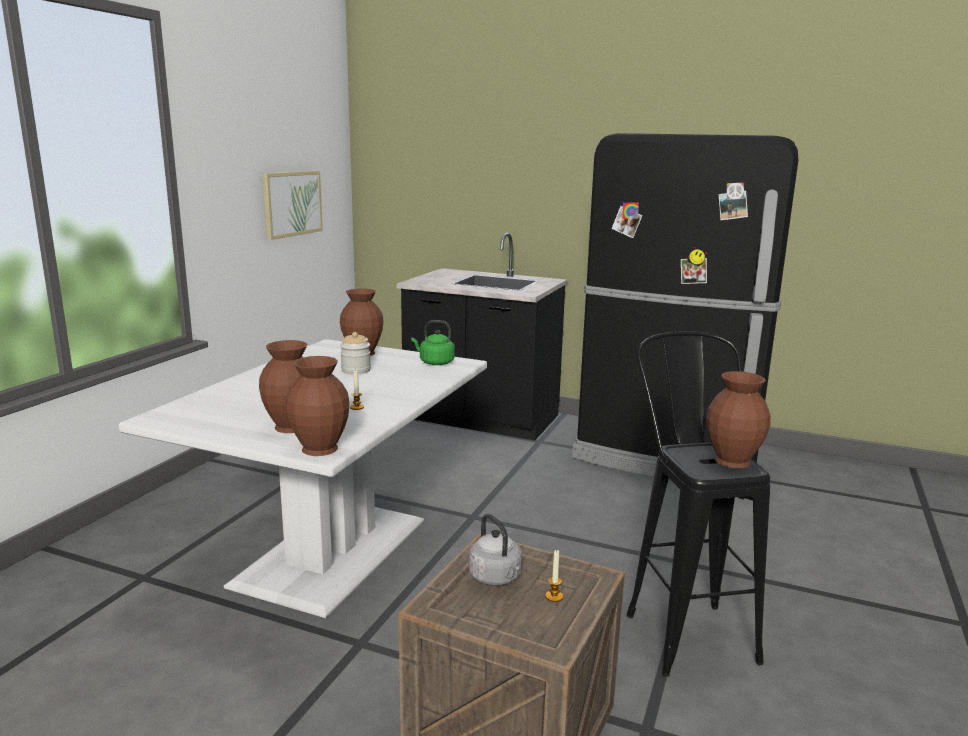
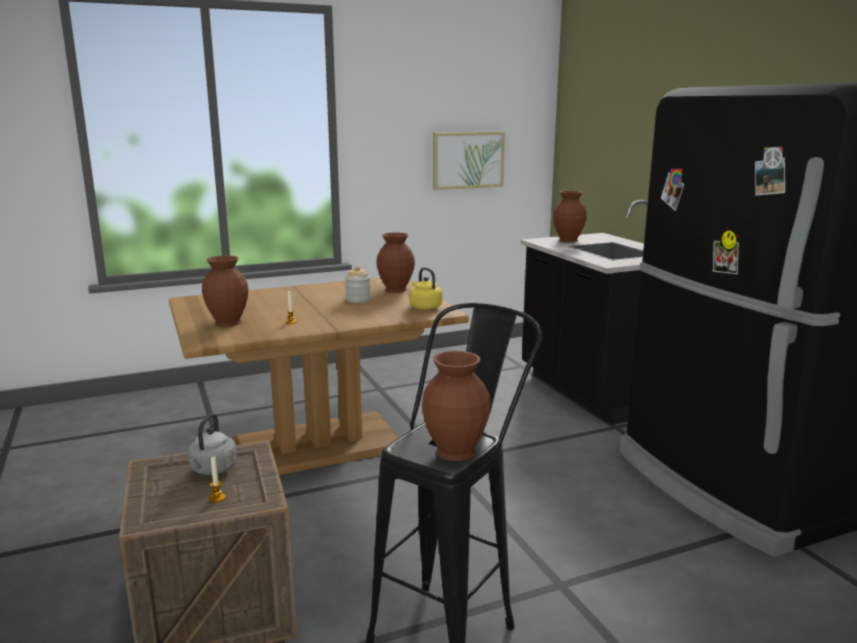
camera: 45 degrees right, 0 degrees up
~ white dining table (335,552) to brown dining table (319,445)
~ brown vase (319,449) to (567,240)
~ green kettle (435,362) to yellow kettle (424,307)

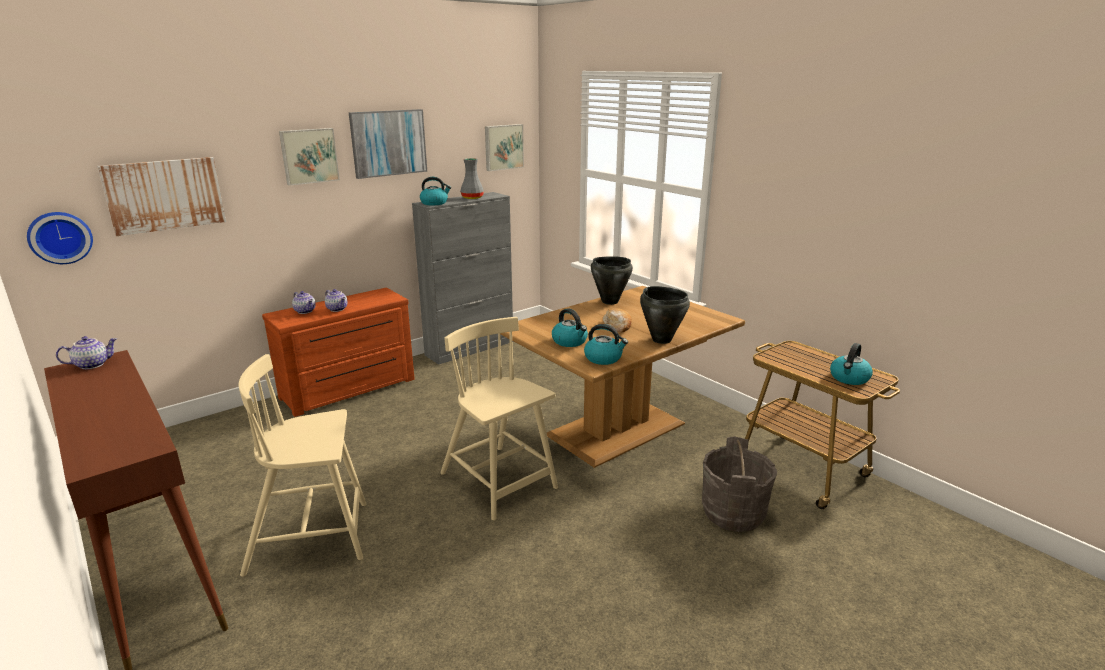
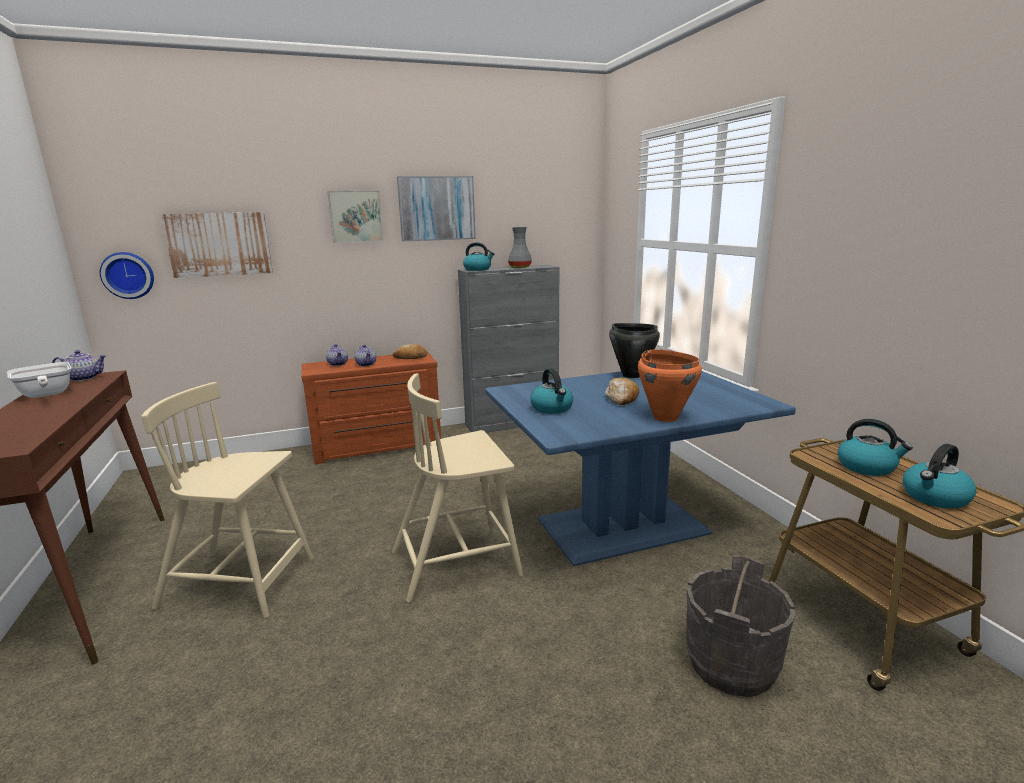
camera: 20 degrees right, 5 degrees down
~ beige chair (499,482) = (458,562) 90 degrees counterclockwise
- picture (503,147)
~ brown dining table (617,430) to blue dining table (624,527)
~ kettle (604,358) to (867,467)
~ black cooking pot (661,340) to orange cooking pot (665,417)
+ frying pan (46,395)
+ bread (411,357)

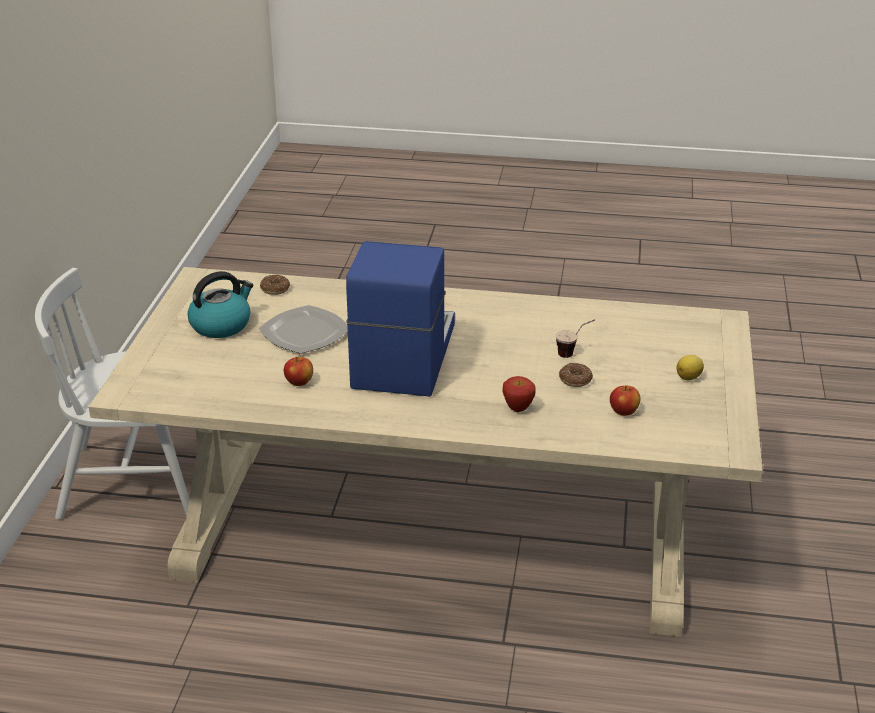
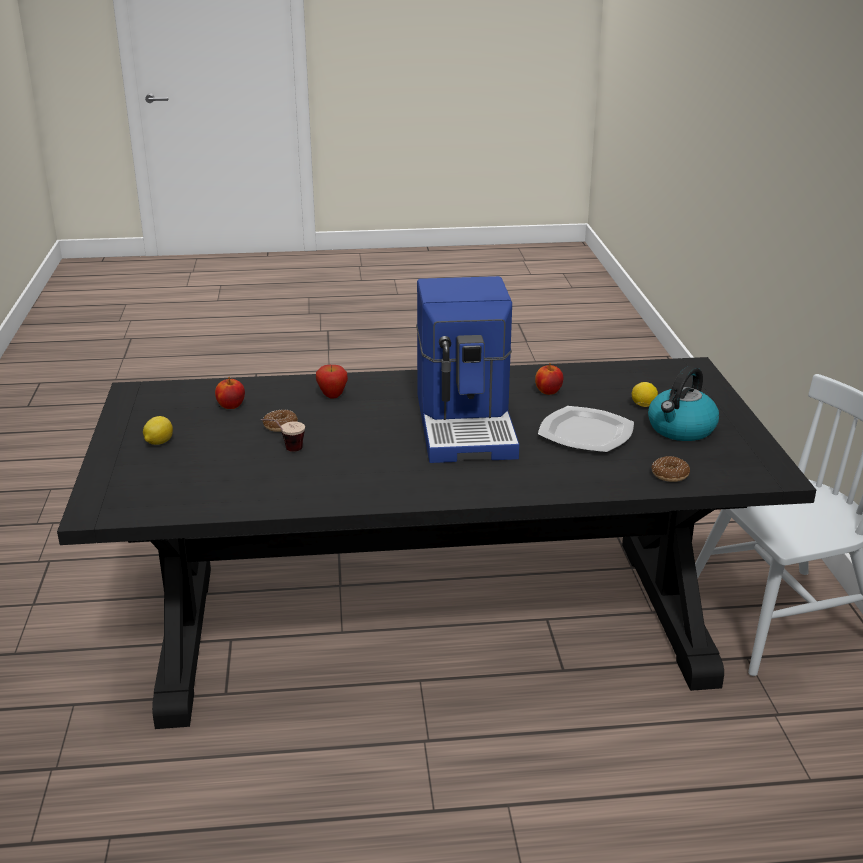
camera: 165 degrees right, 5 degrees down
~ beige dining table (435,529) to black dining table (432,623)
+ lemon (643,406)

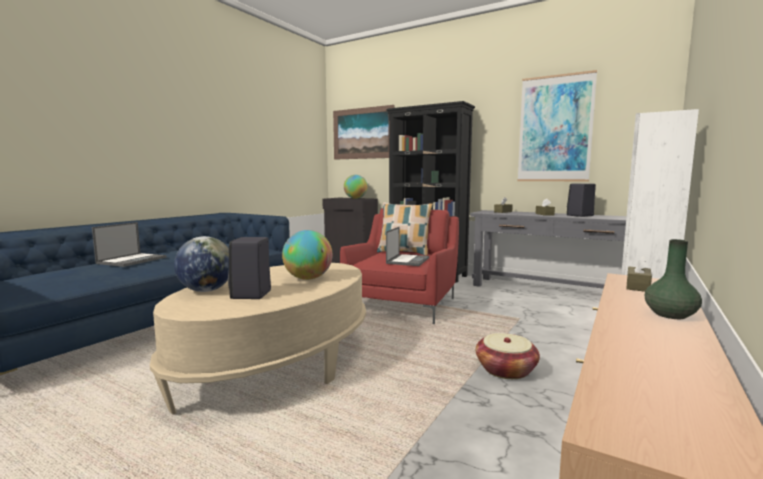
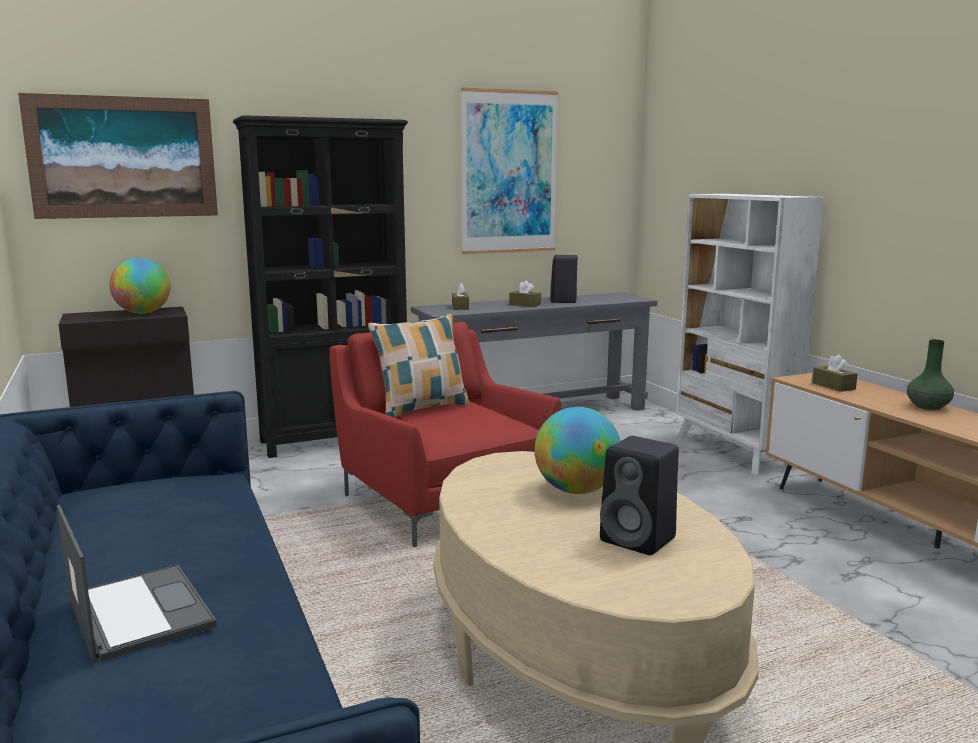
camera: 55 degrees left, 5 degrees up
- globe (206,290)
- laptop (408,260)
- basket (506,370)

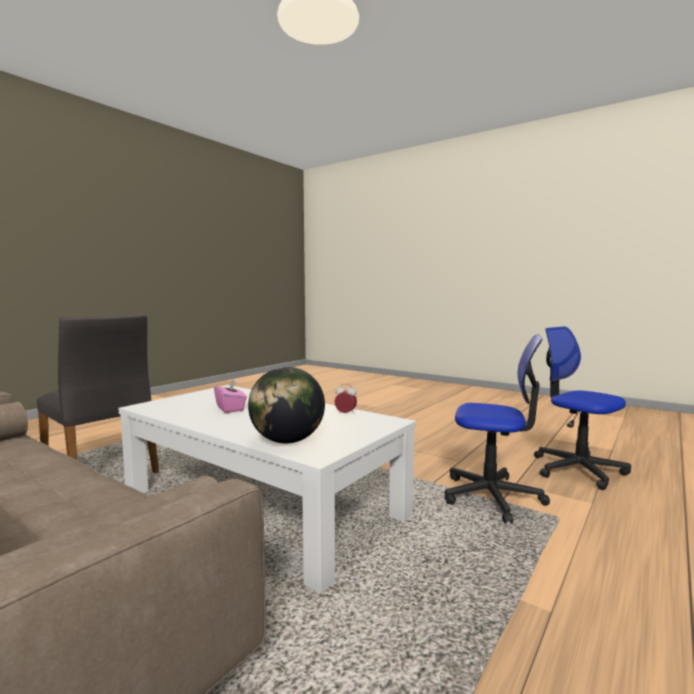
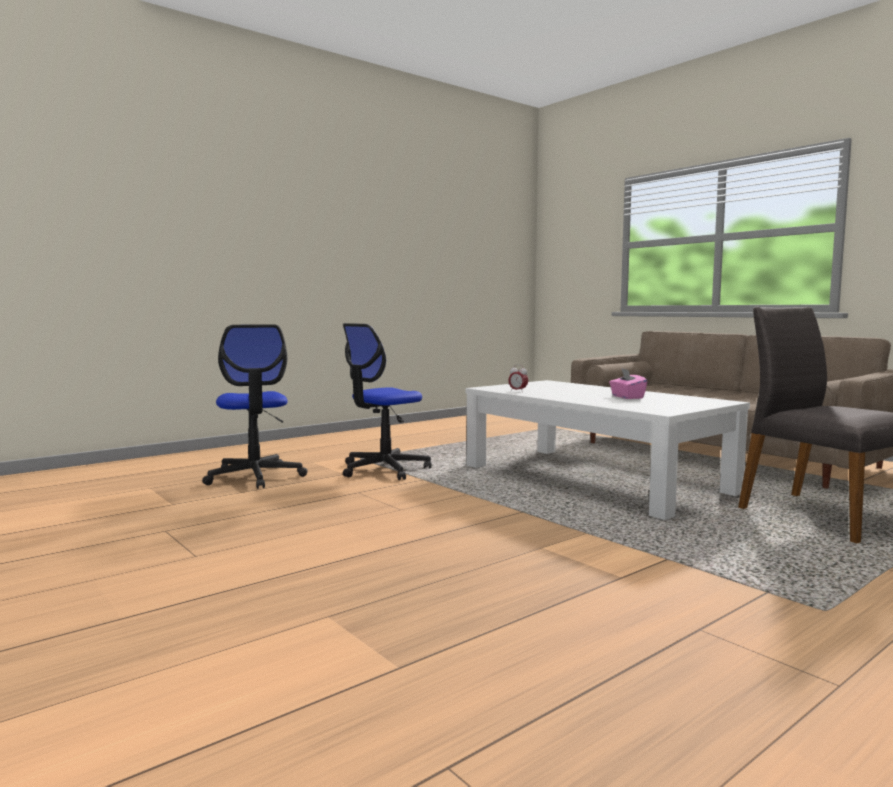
camera: 165 degrees left, 0 degrees up
- globe (287,441)
~ office chair (492,496) = (384,469) 75 degrees counterclockwise

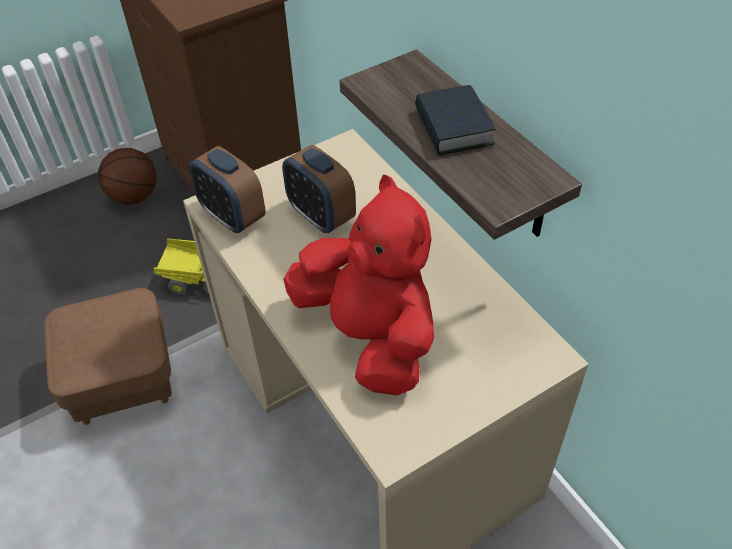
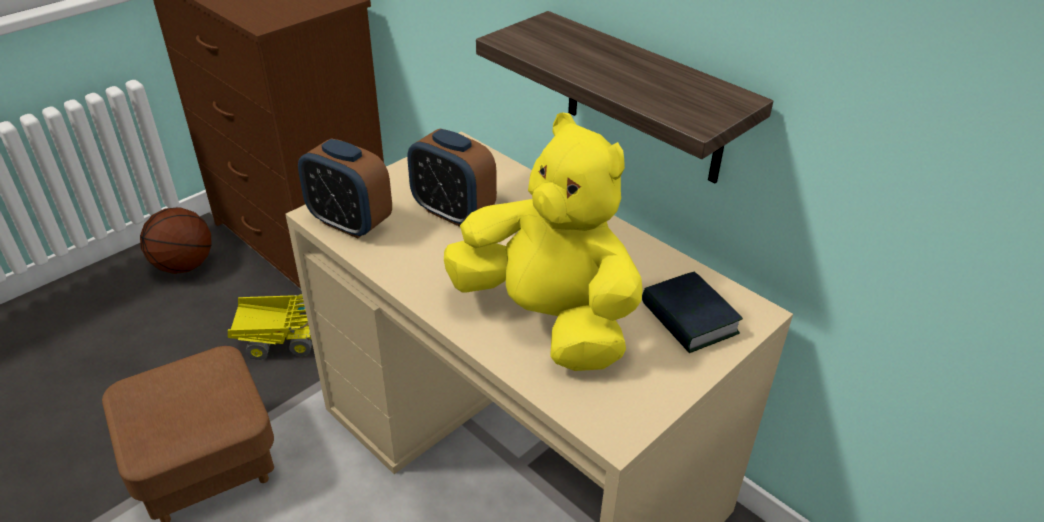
camera: 15 degrees left, 10 degrees down
~ red plush toy (370,336) to yellow plush toy (548,319)
~ book (453,127) to (689,319)

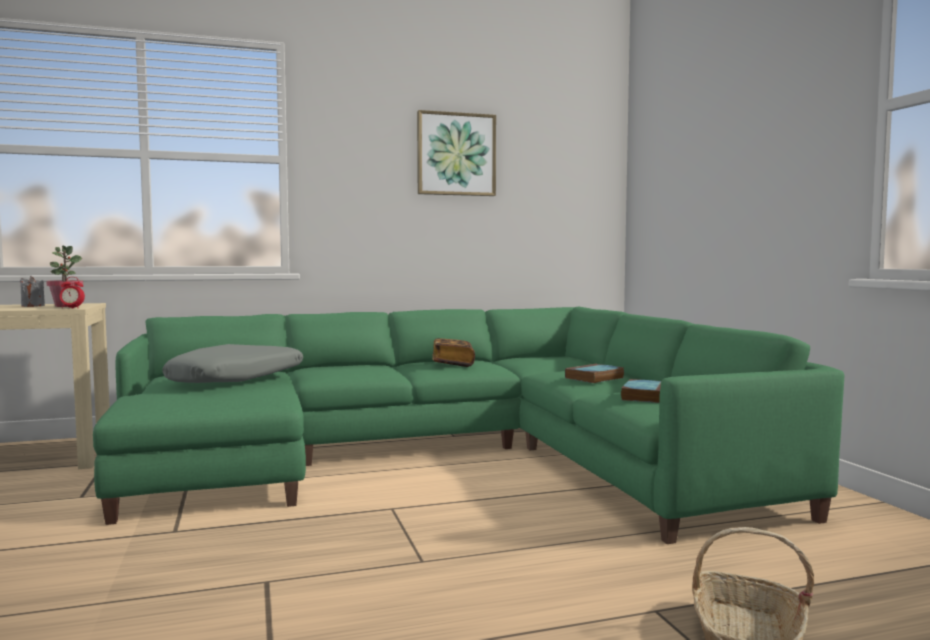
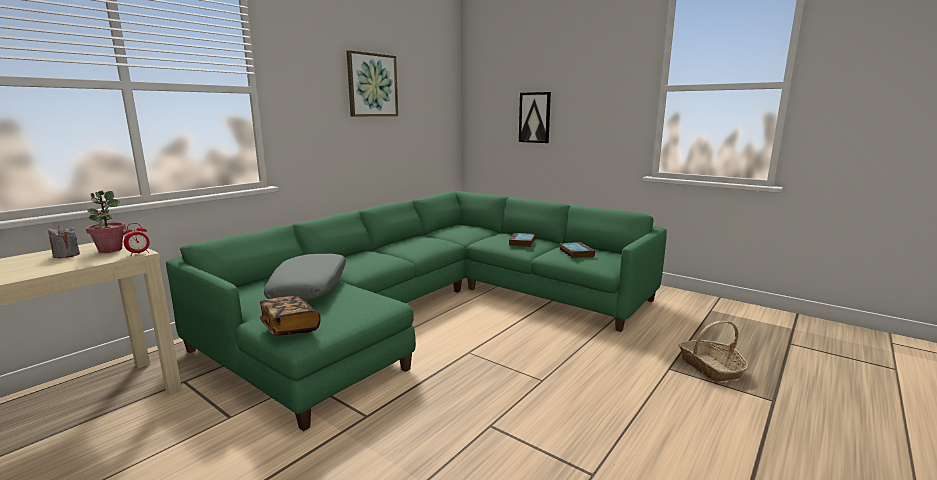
camera: 35 degrees left, 10 degrees up
~ book (453,364) to (290,327)
+ picture (535,117)

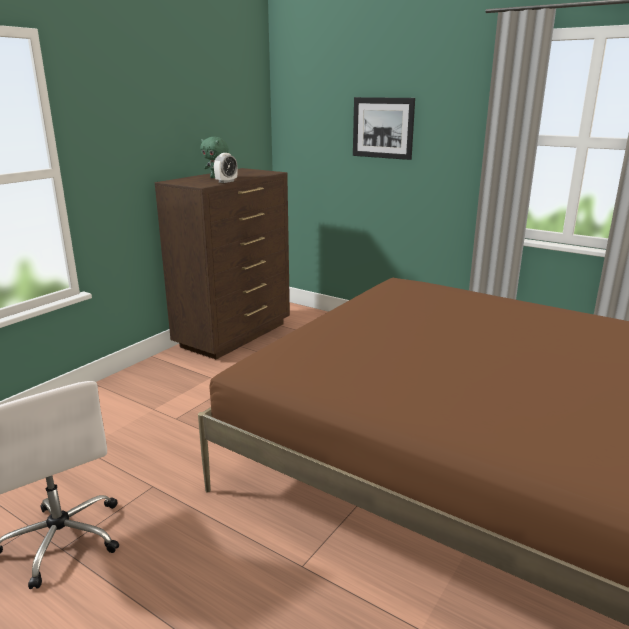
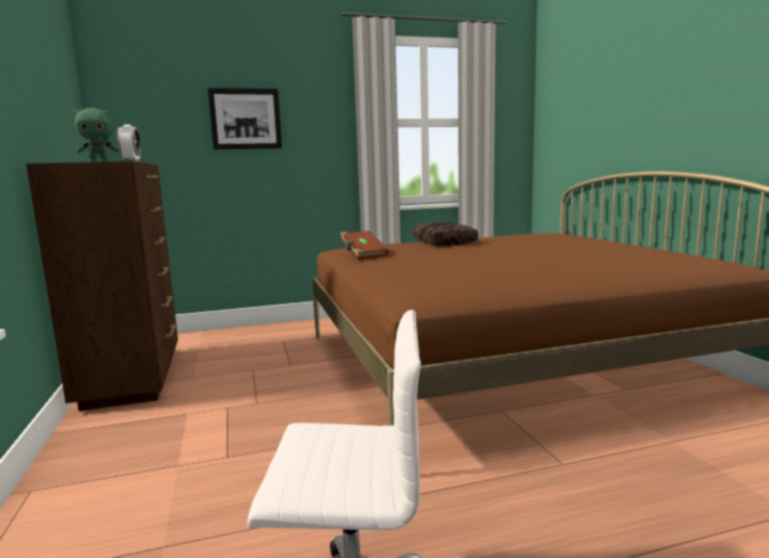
camera: 50 degrees left, 10 degrees down
+ brown book (363,255)
+ brown pillow (444,242)

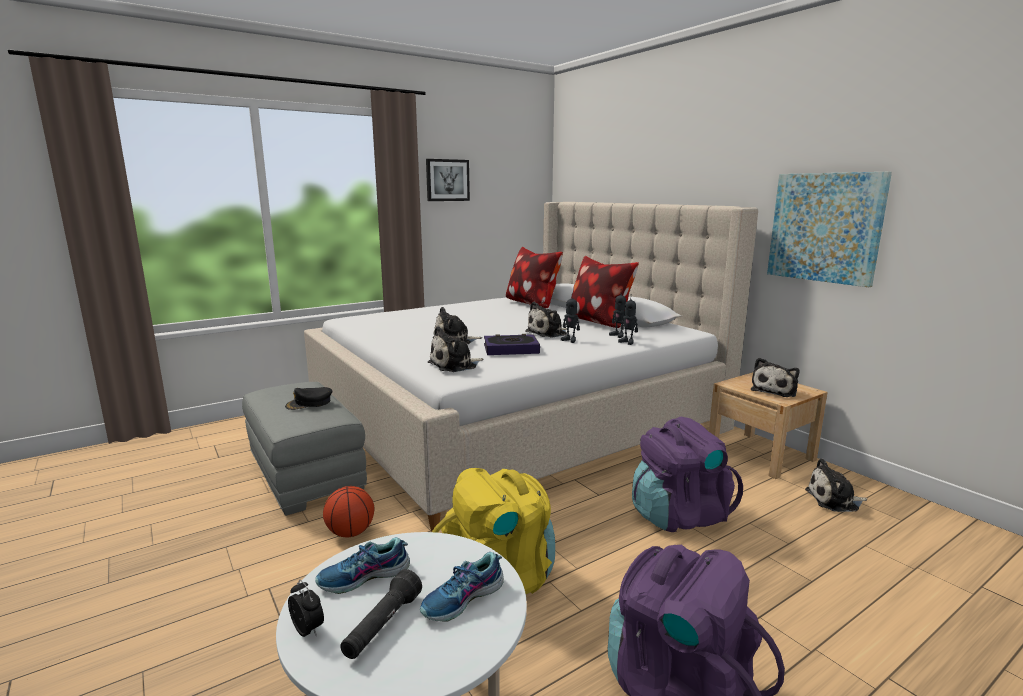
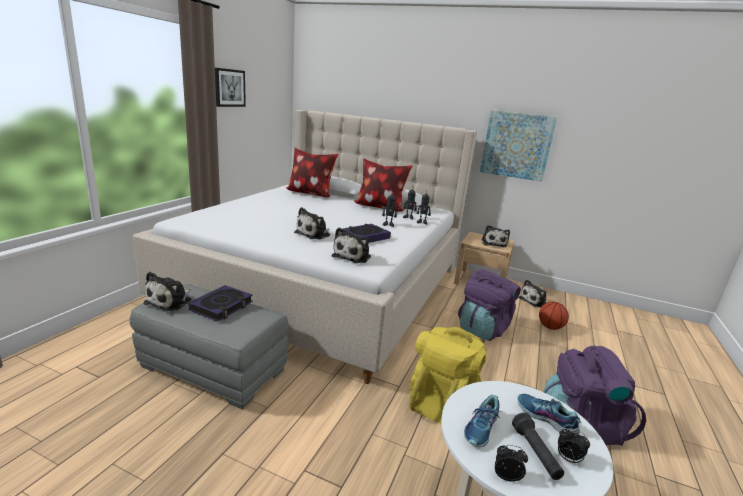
camera: 35 degrees left, 5 degrees up
~ black cap (309,403) to book (222,306)
~ basketball (350,533) to (550,327)
~ shoe (463,599) = (545,418) 120 degrees clockwise
~ plush toy (548,333) to (171,301)
+ alarm clock (567,459)

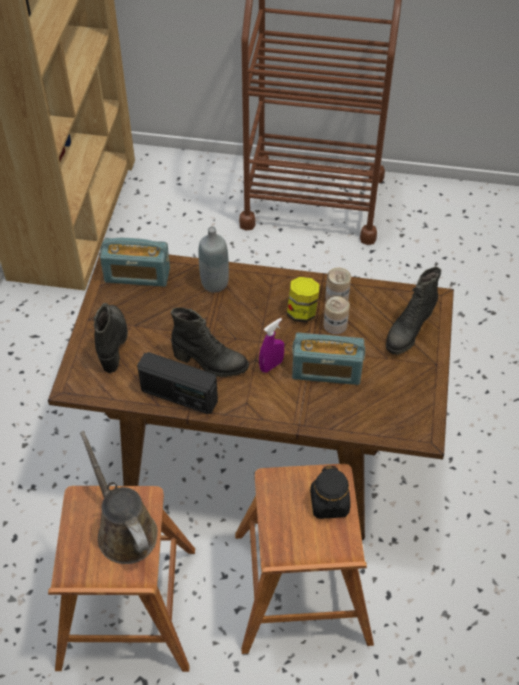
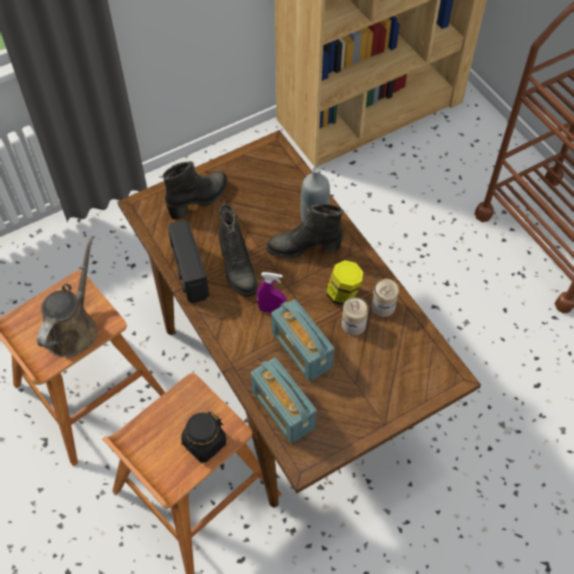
camera: 50 degrees right, 5 degrees up
~ radio (137,275) to (283,409)
~ black boot (408,331) to (303,248)

